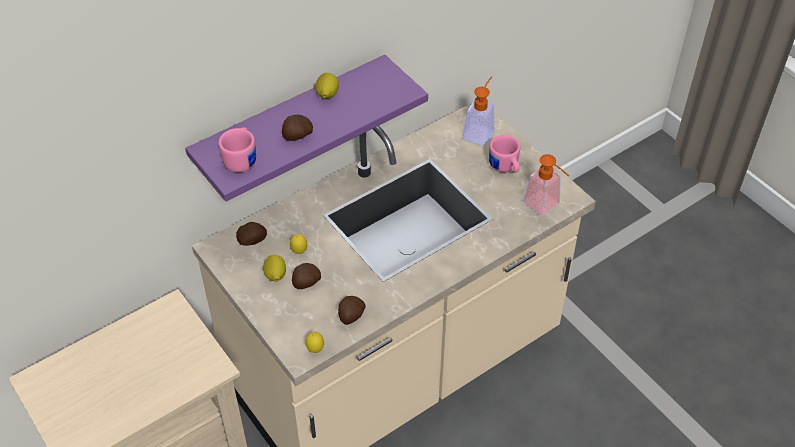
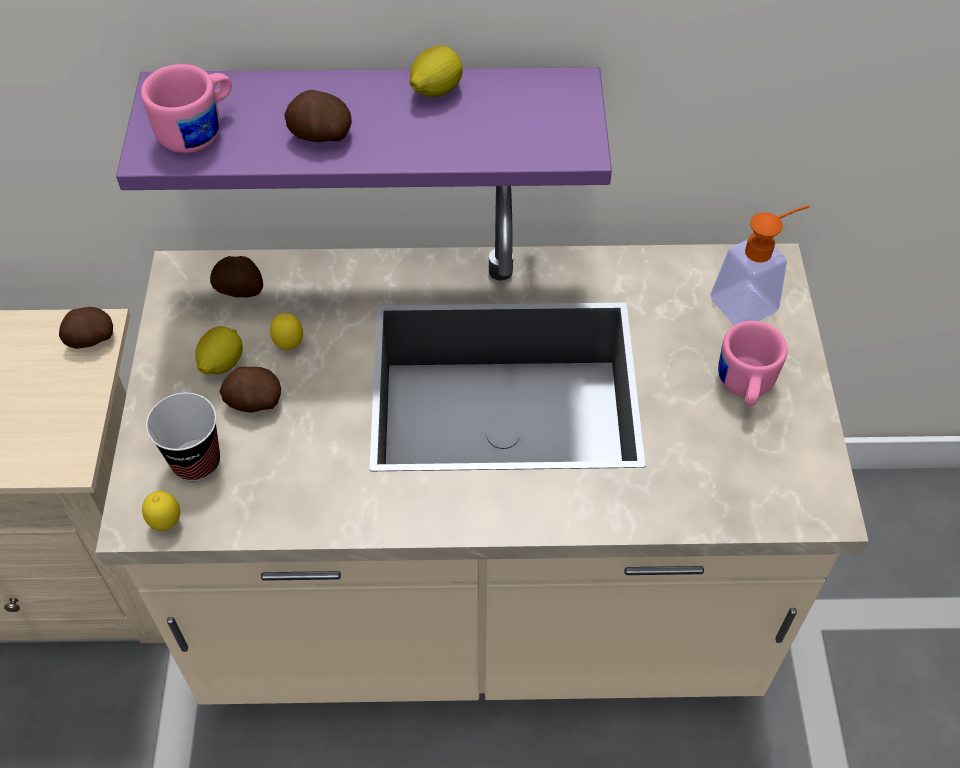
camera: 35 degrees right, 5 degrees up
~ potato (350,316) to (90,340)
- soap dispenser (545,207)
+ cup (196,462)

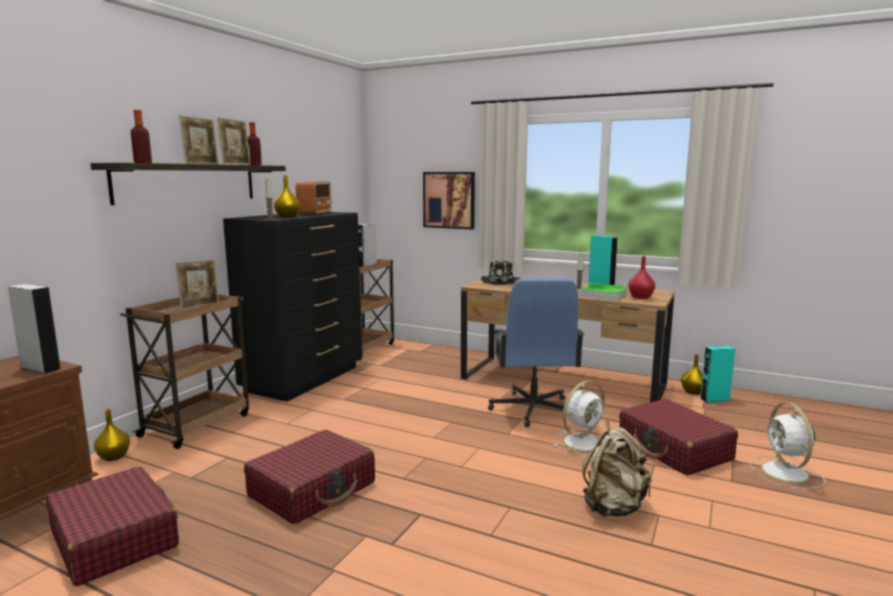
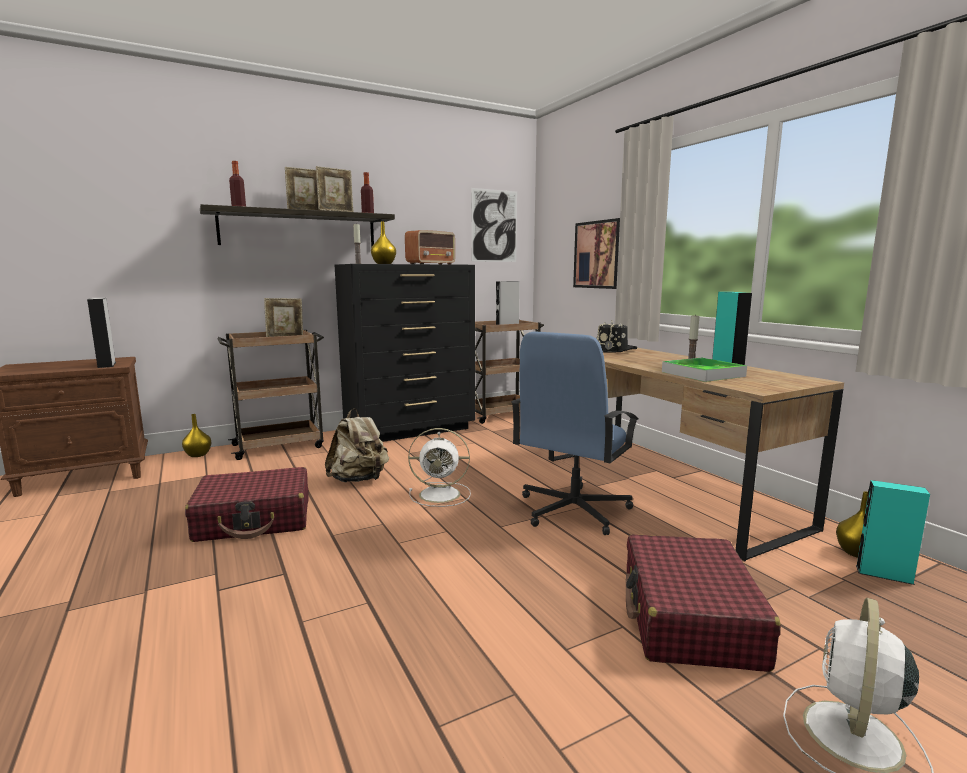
camera: 35 degrees right, 0 degrees up
- red suitcase (114,538)
~ white fan (583,442) to (441,494)
~ beige backpack (613,507) to (359,480)
- red vase (641,297)
+ picture (494,226)

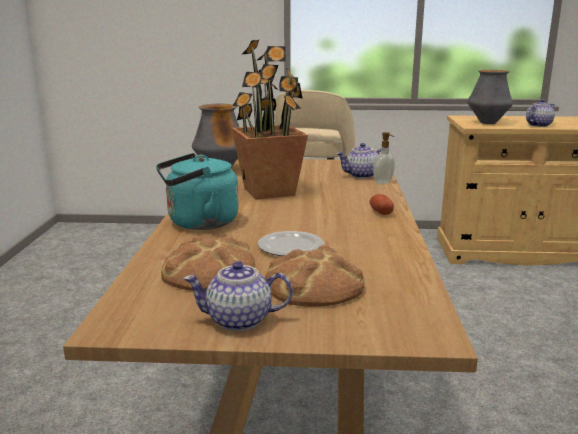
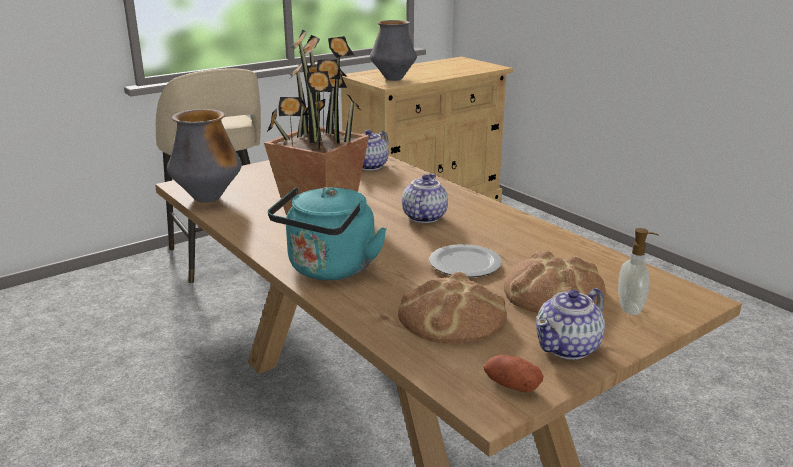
camera: 40 degrees left, 5 degrees up
~ potato (380,212) to (511,385)
~ soap dispenser (383,182) to (631,308)
~ teapot (538,125) to (423,217)

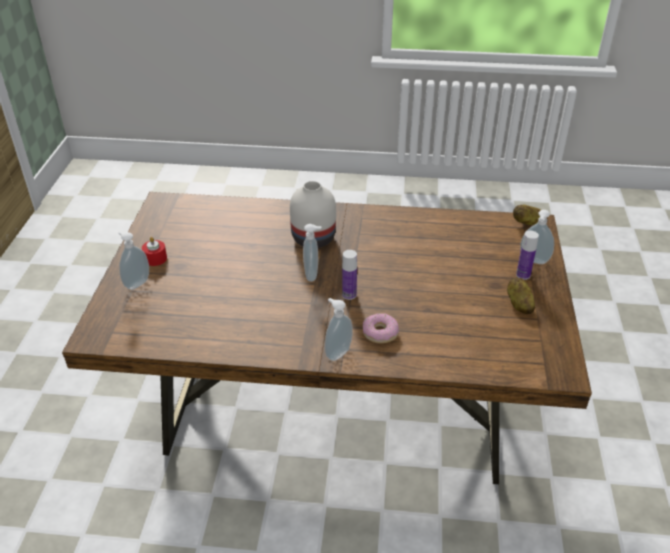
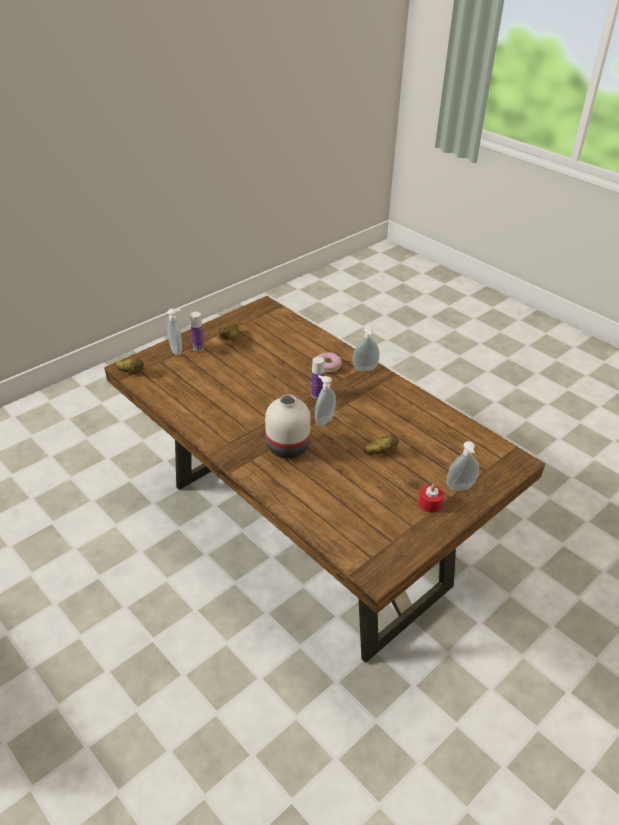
camera: 140 degrees left, 0 degrees up
+ potato (380,452)

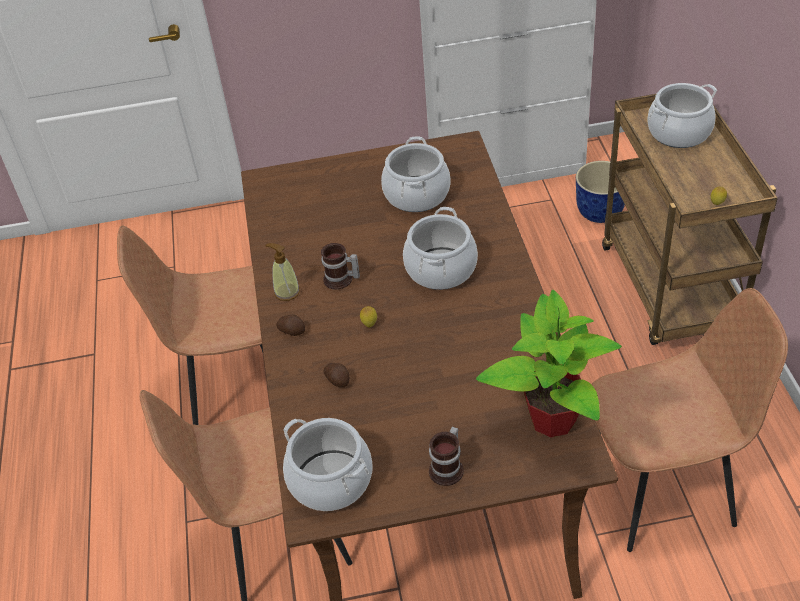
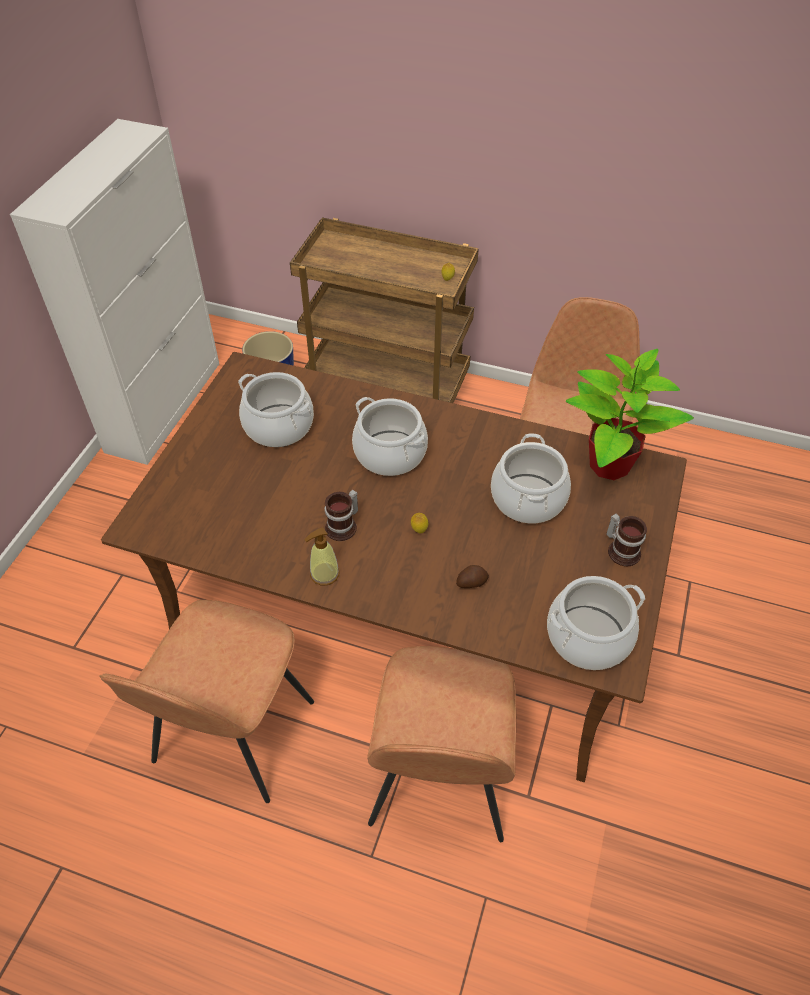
camera: 65 degrees left, 5 degrees up
- potato (292,330)
~ cooking pot (679,132) to (528,498)

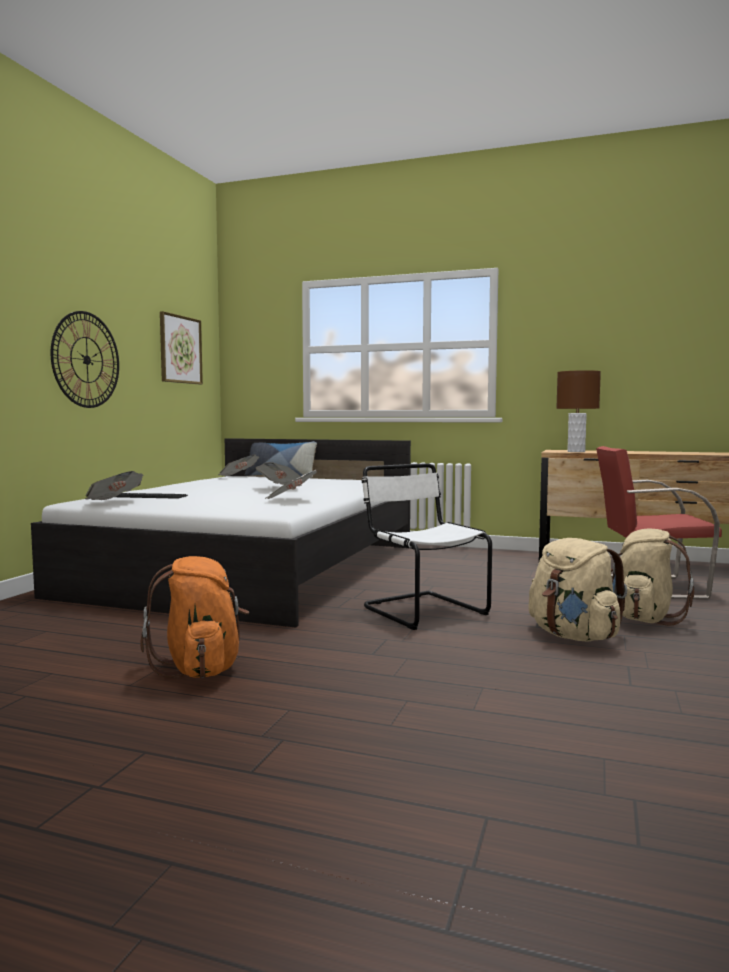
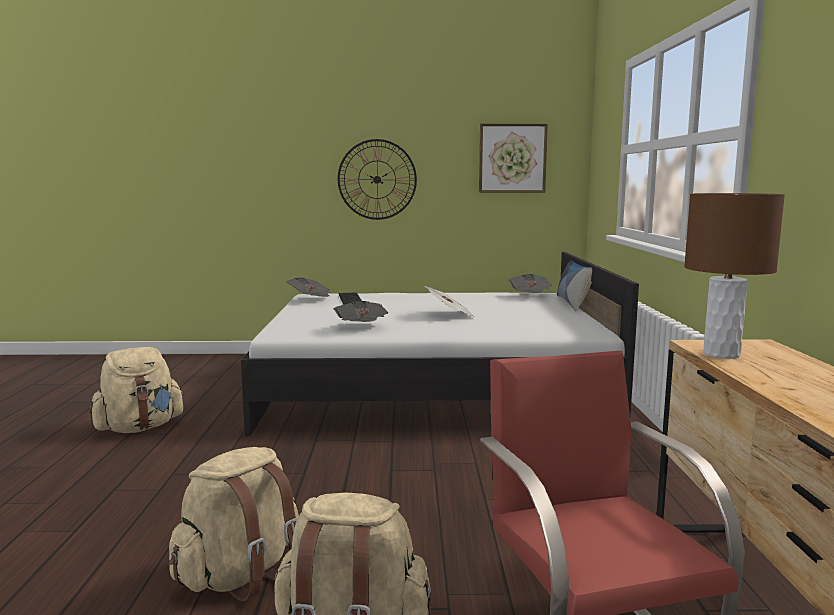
camera: 70 degrees right, 5 degrees up
~ orange backpack (200,669) to beige backpack (139,427)
- white chair (421,610)

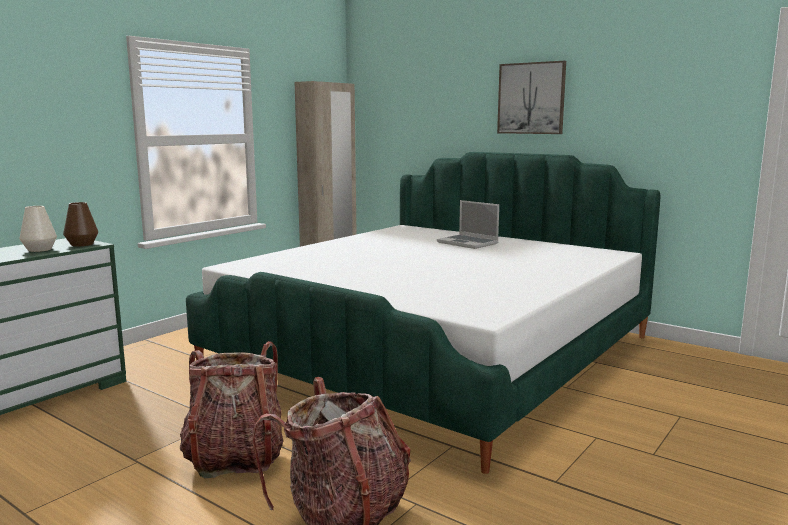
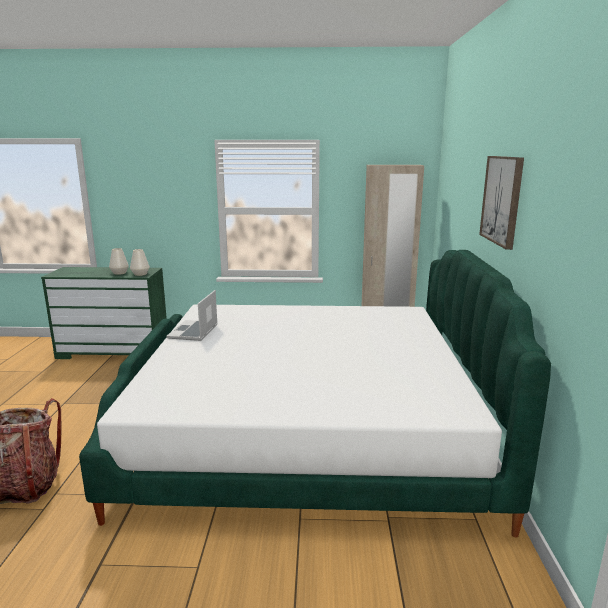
camera: 55 degrees right, 5 degrees up
~ brown vase (82,244) to white vase (140,274)
- backpack (235,457)
~ laptop (468,243) to (194,332)

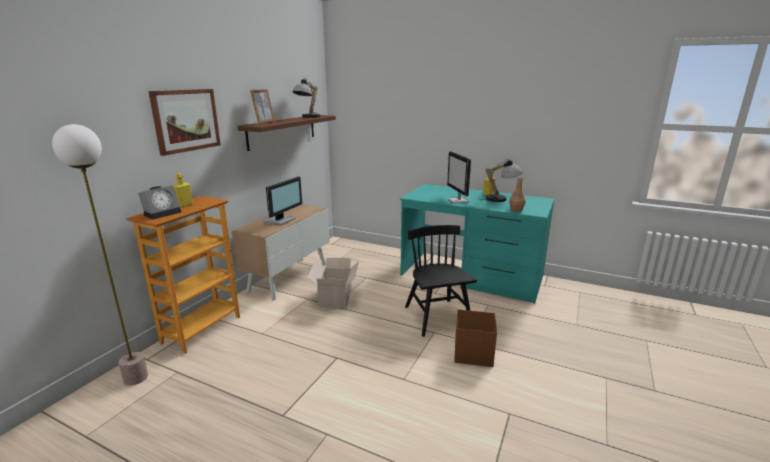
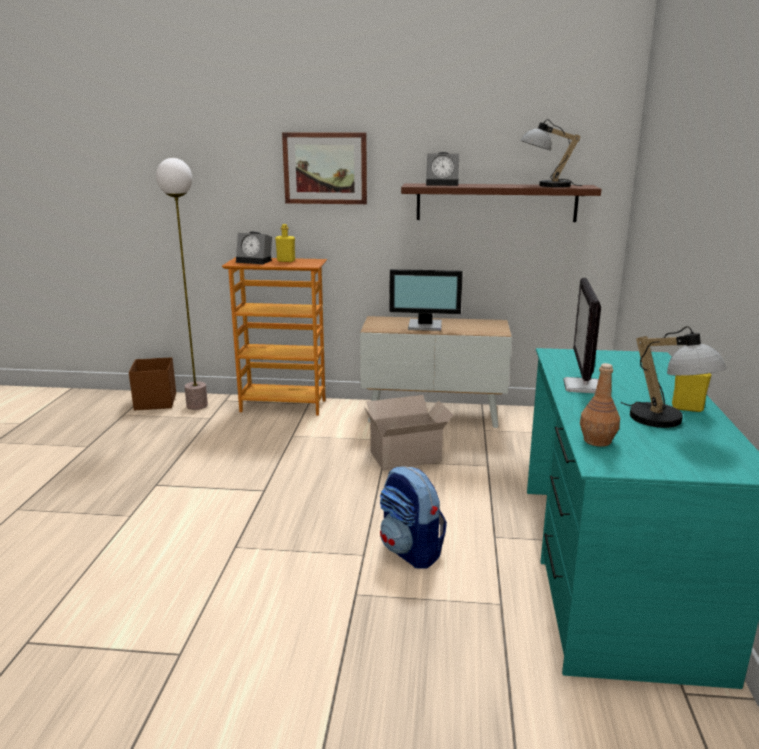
camera: 70 degrees right, 0 degrees up
~ picture frame (264,123) to alarm clock (443,184)
~ black chair (437,317) to backpack (411,551)
~ monitor (458,201) = (583,387) 45 degrees counterclockwise
~ brown storage box (474,354) to (155,402)

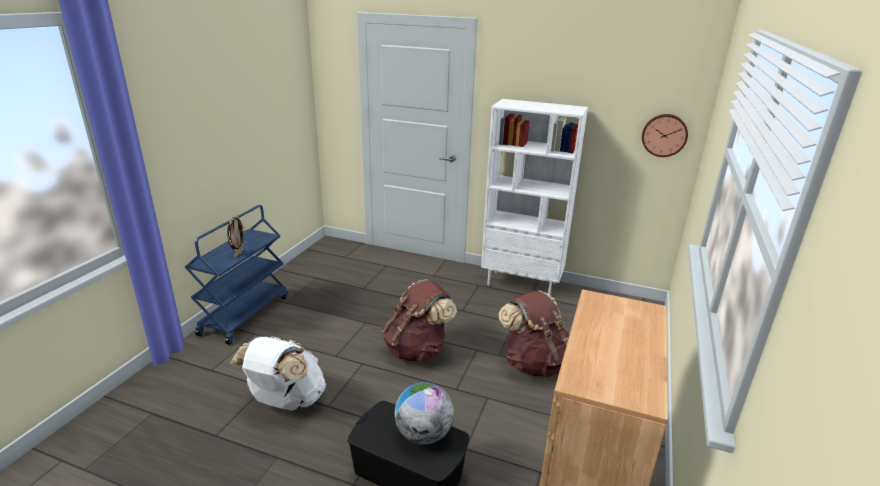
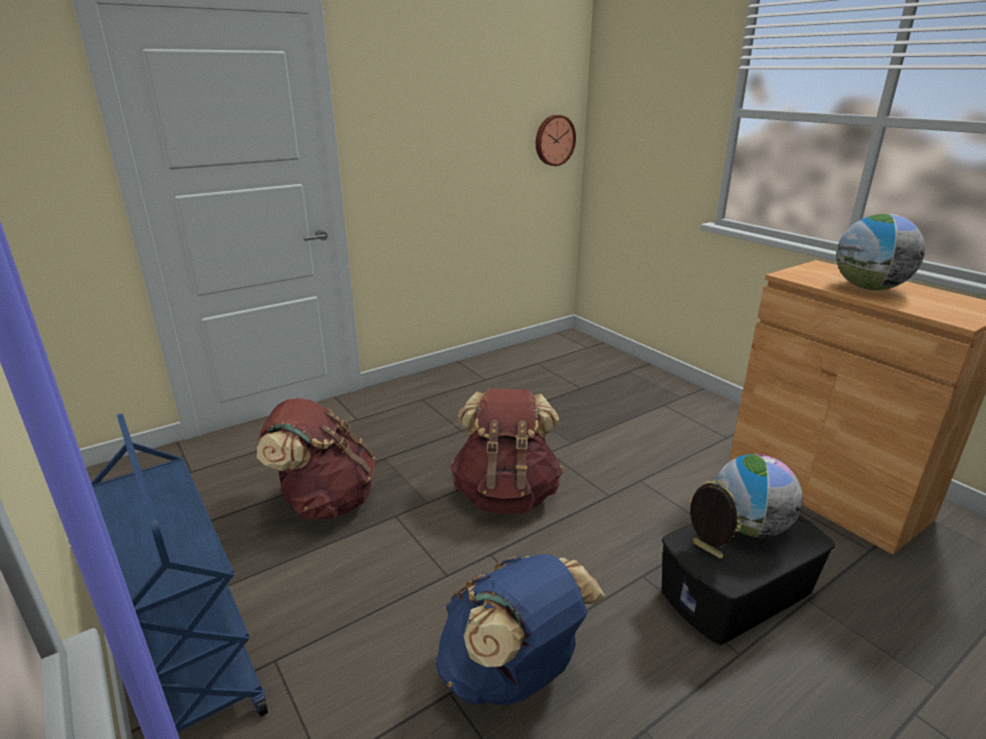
camera: 55 degrees left, 0 degrees up
~ picture frame (238,254) to (706,551)
~ white backpack (285,401) to blue backpack (512,674)
- white bookcase (522,283)
~ brown backpack (534,363) to (325,501)
+ globe (868,288)

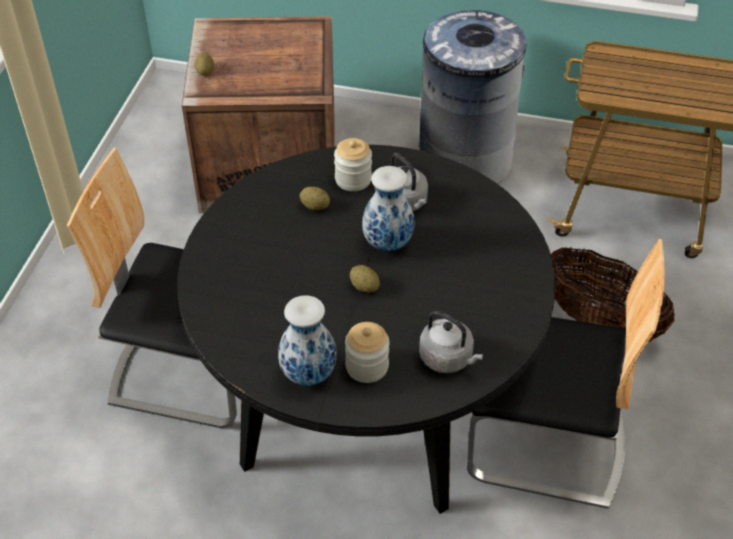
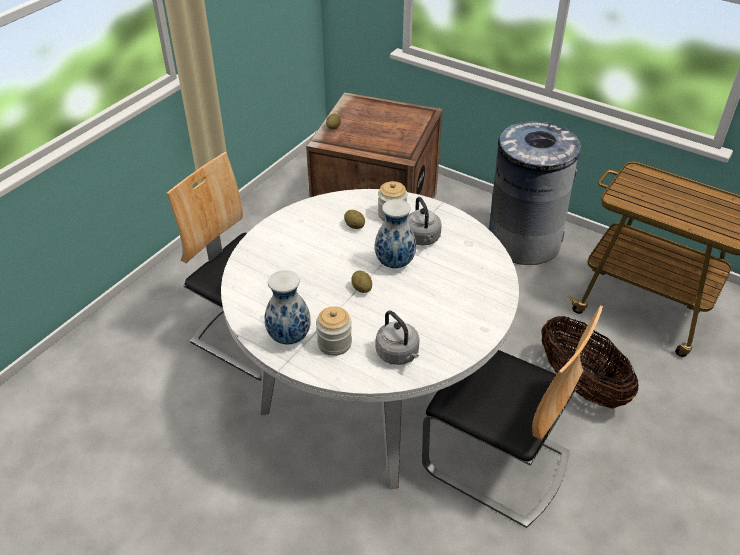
camera: 20 degrees right, 5 degrees down
~ black dining table (366,405) to white dining table (369,394)

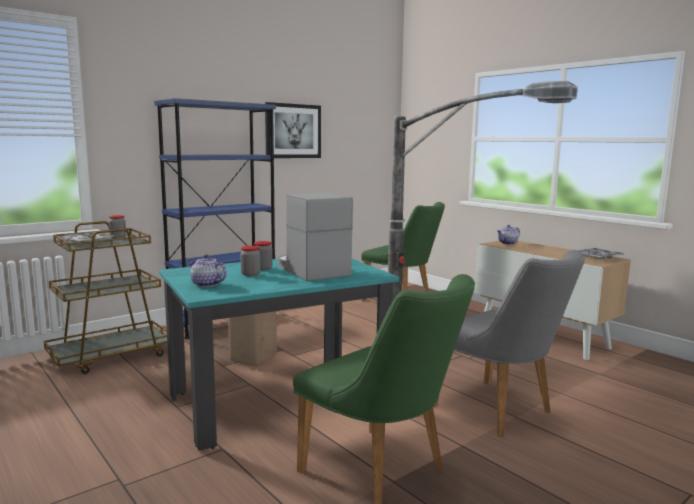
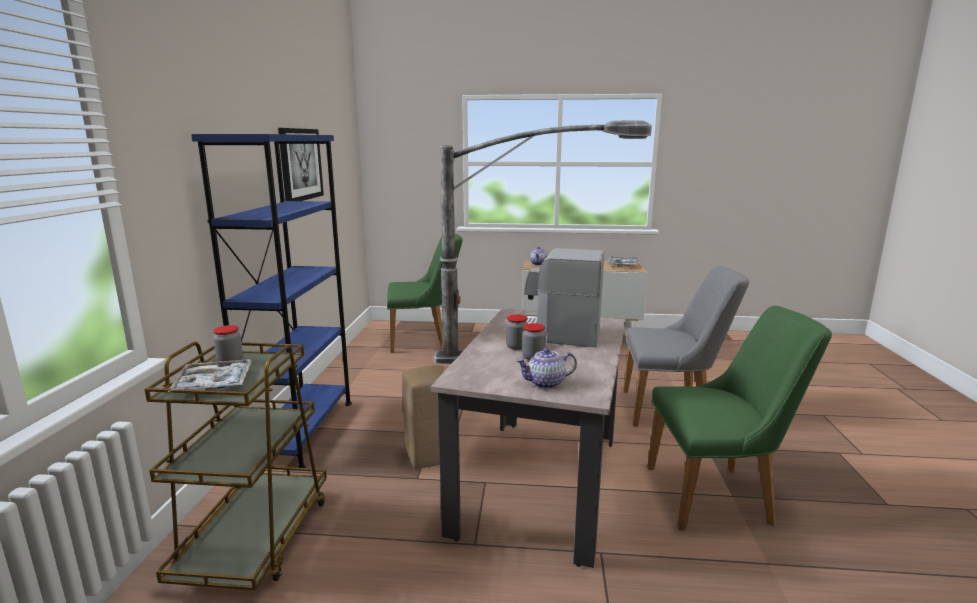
camera: 45 degrees left, 5 degrees up
~ turquoise dining table (278,400) to beige dining table (539,482)

